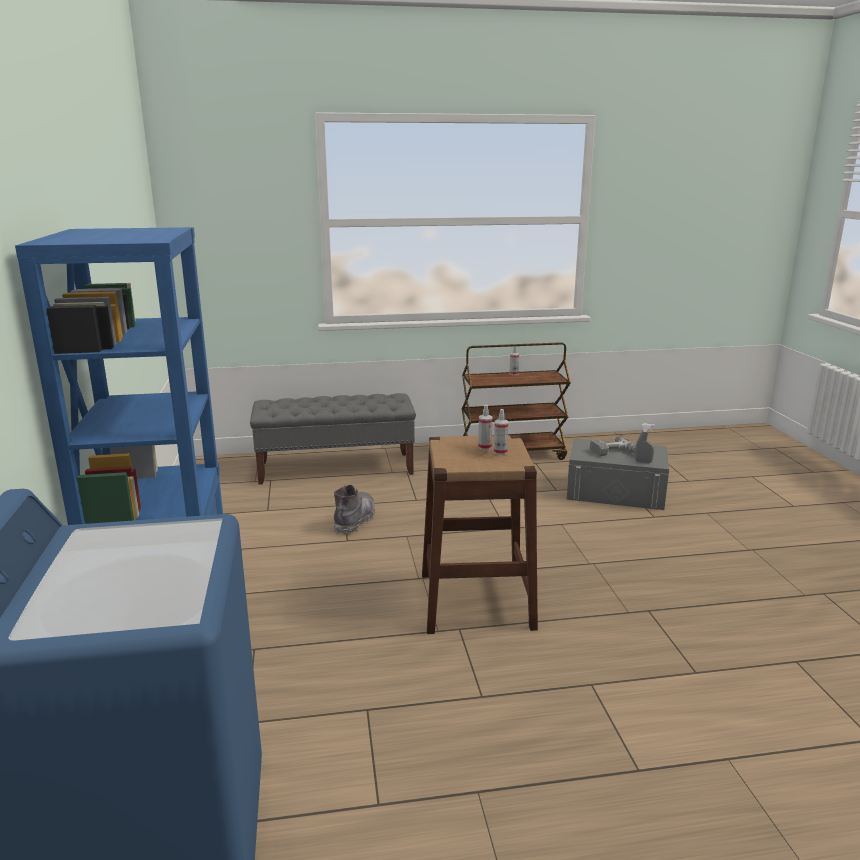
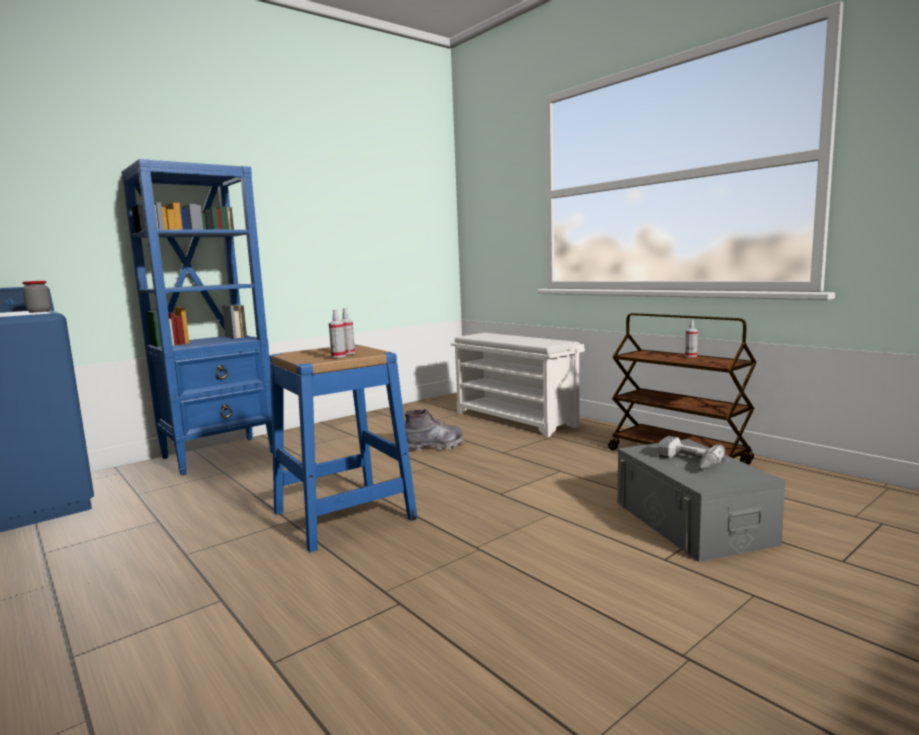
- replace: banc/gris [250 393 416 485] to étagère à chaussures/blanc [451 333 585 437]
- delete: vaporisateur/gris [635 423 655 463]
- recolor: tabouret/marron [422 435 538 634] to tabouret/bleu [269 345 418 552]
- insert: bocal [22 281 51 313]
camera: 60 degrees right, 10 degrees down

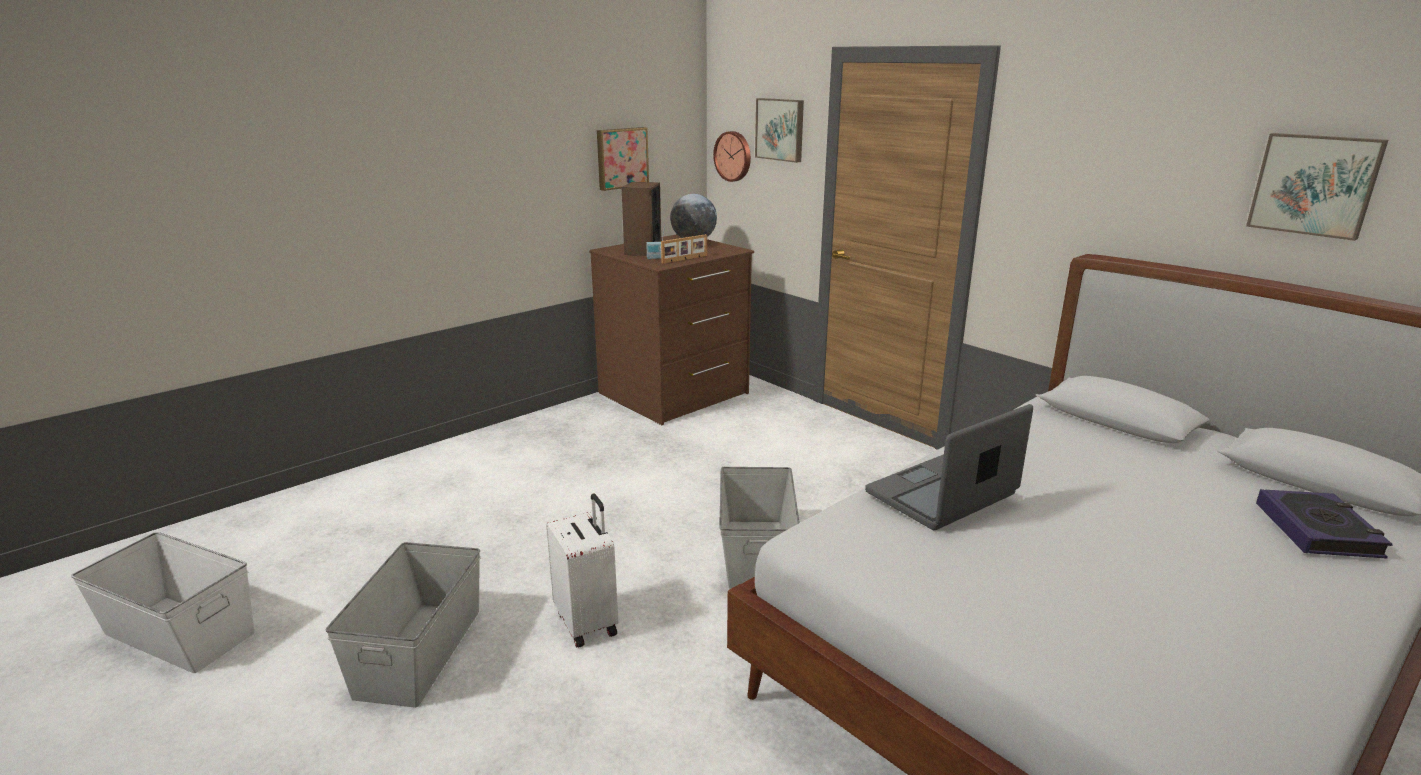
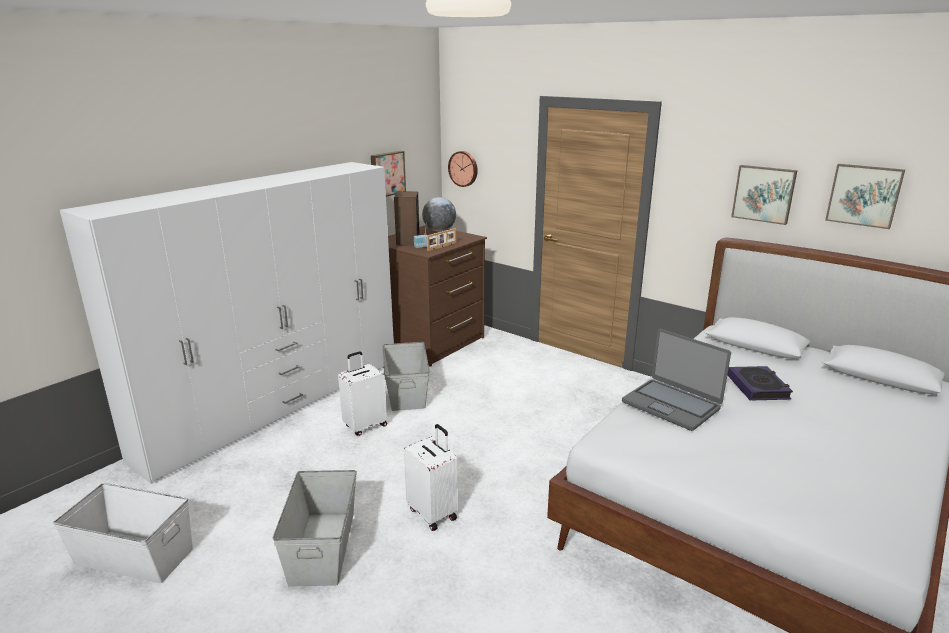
- move: tableau [755 98 804 163] to [731 165 797 225]
- rotate: ordinateur portable [865 404 1033 530] = [622 329 731 431] 90 degrees counterclockwise
- move: boîte de rangement/gris [719 467 800 589] to [383 342 430 411]
- move: livre [1256 489 1393 558] to [728 366 793 401]
- insert: armoire/blanc [60 162 394 484]
- insert: valise/blanc [338 351 387 436]
camera: 10 degrees left, 0 degrees up

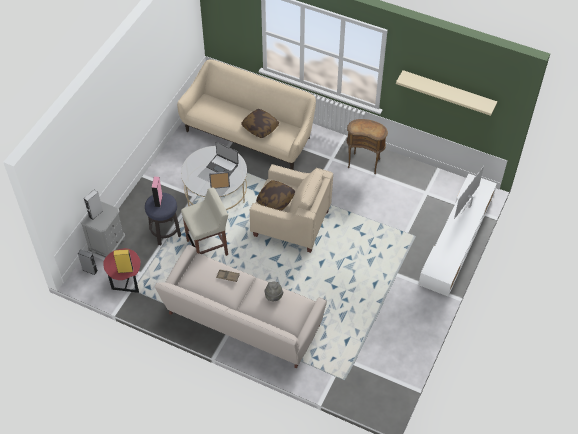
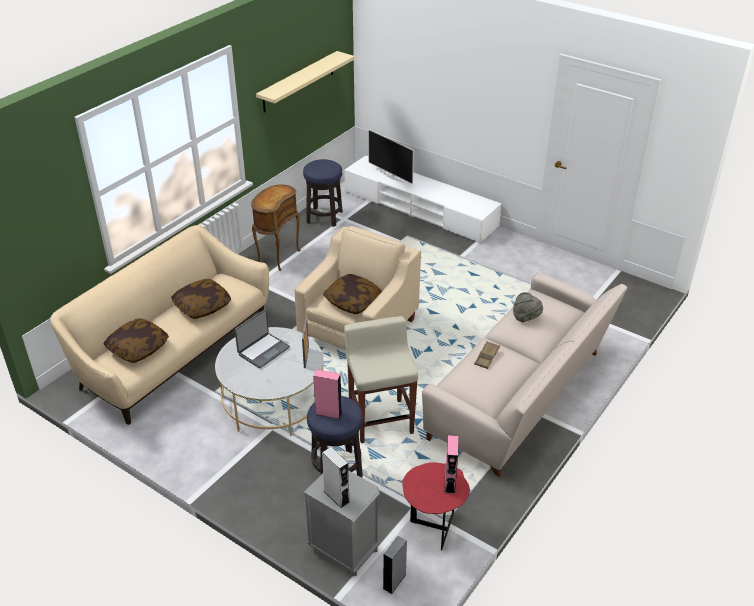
- recolor: enceinte/jaune [114 249 133 273] to enceinte/rose [444 435 458 494]
- insert: tabouret [303 159 343 227]
- insert: coussin [103 318 169 363]
camera: 80 degrees left, 15 degrees down

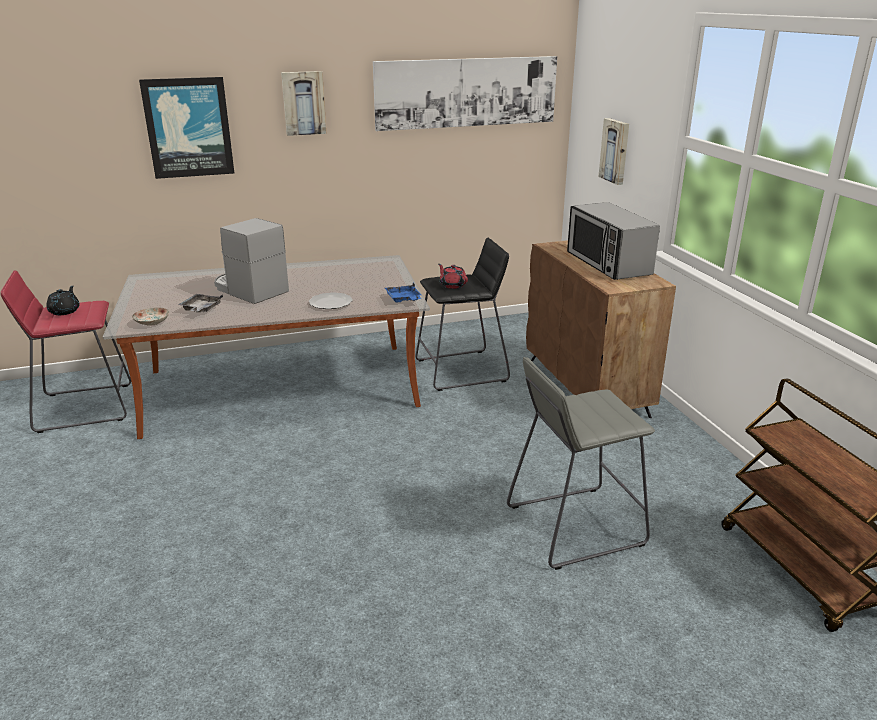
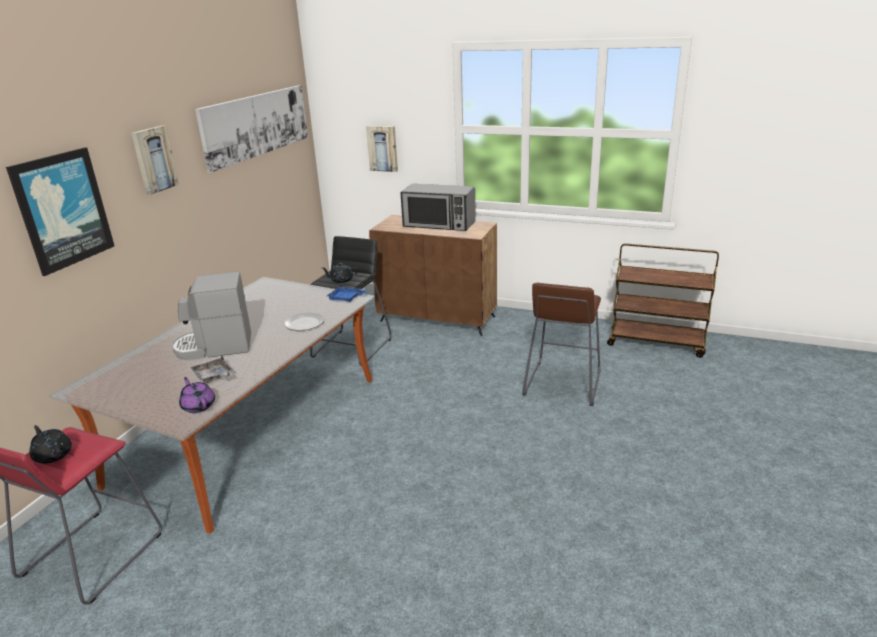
- recolor: théière/rouge [438 264 468 289] to théière/noir [322 263 358 283]
- replace: assiette [132 307 169 326] to théière/violet [179 377 215 413]
- recolor: tabouret/gris [507 357 655 570] to tabouret/marron [522 283 601 406]
camera: 50 degrees left, 0 degrees up

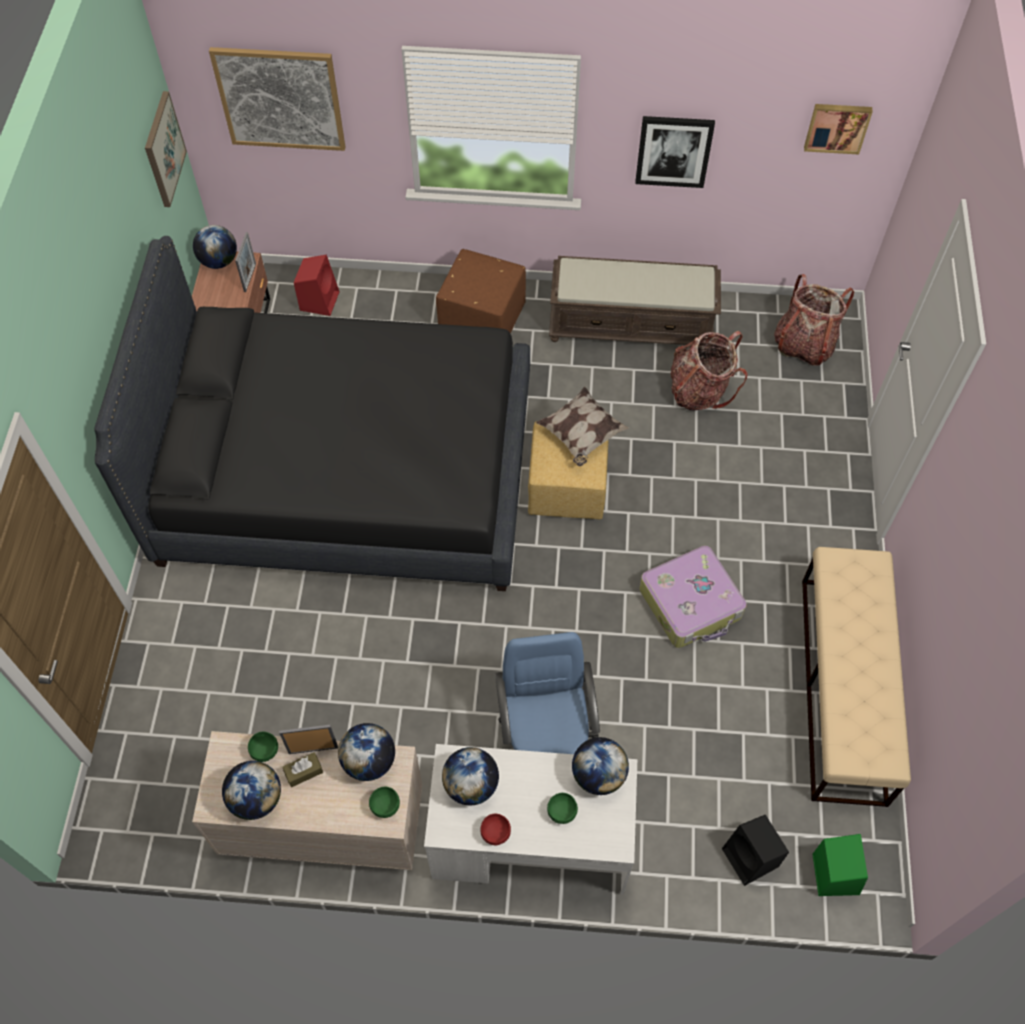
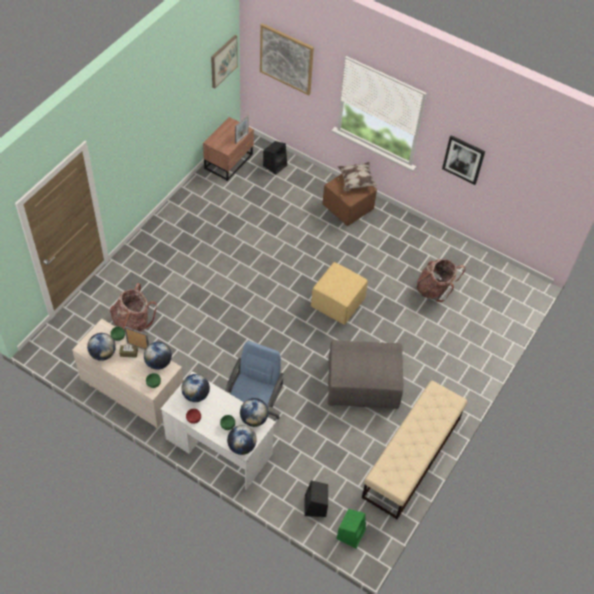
- delete: tableau [804 104 873 155]
- move: globe [193 225 237 269] to [227 425 257 455]
- delete: lit/noir [94 236 530 591]
- recolor: enceinte/rouge [294 255 339 316] to enceinte/noir [263 141 287 175]
- delete: banc/marron [549 256 721 345]
- move: sac à dos [774 274 854 366] to [110 283 157 332]
- move: coussin [536 387 629 466] to [337 162 377 191]
- replace: valise [639 546 747 648] to pouf/gris [328 340 403 409]
camera: 25 degrees right, 5 degrees down

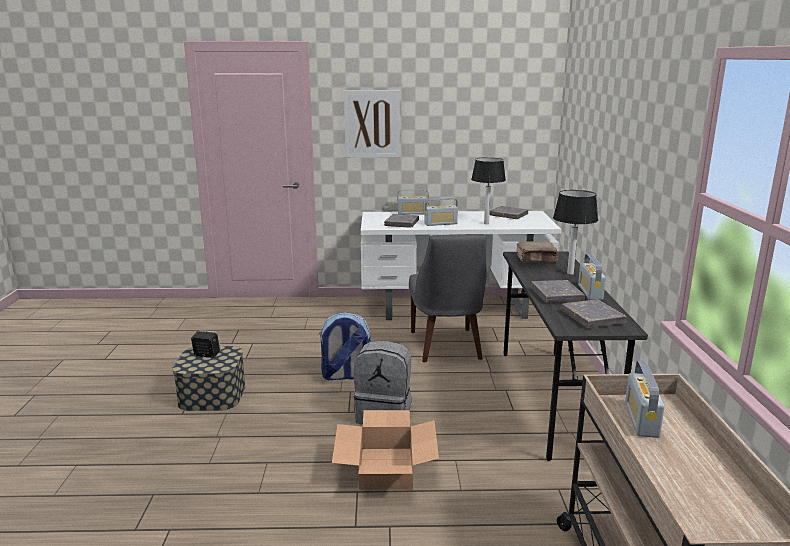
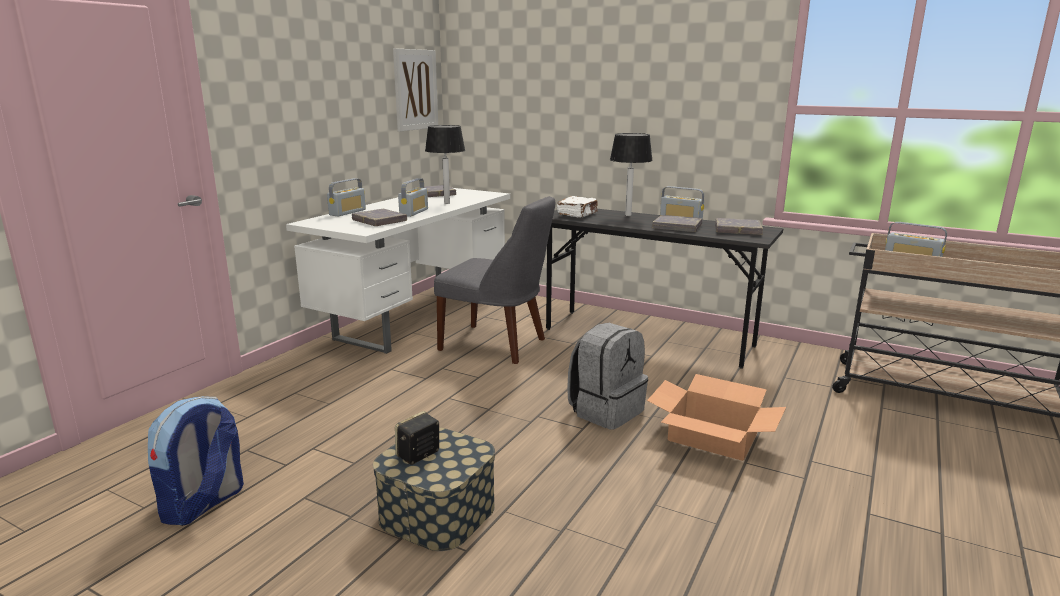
- move: tableau [344 90 400 158] to [393 48 438 132]
- recolor: livre/marron [516 241 559 263] to livre/blanc [557 196 598 218]
- move: sac à dos [319 312 371 380] to [148 396 244 526]
camera: 60 degrees left, 0 degrees up

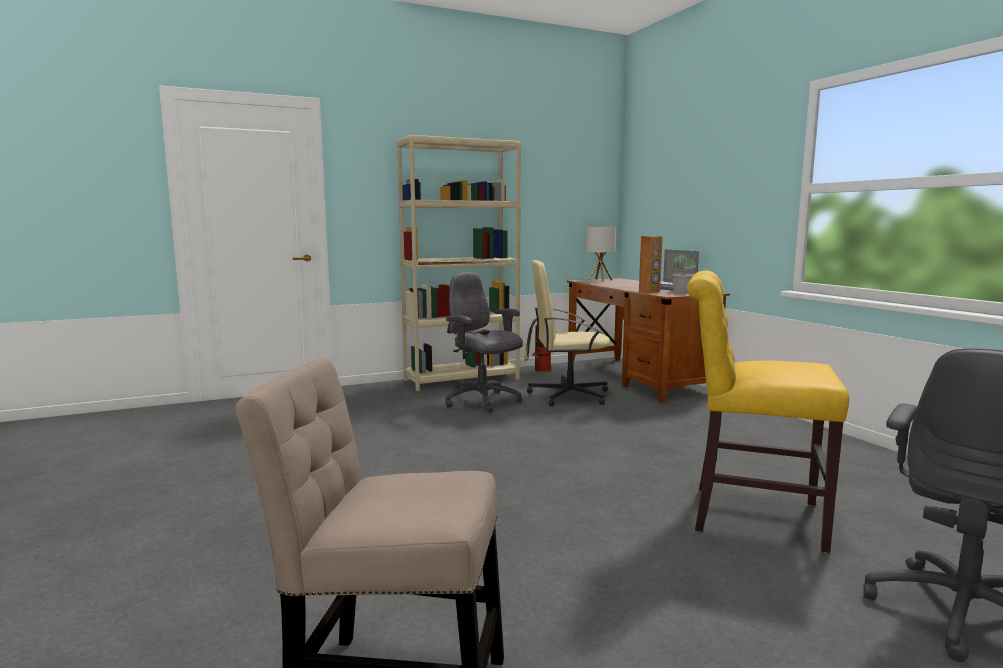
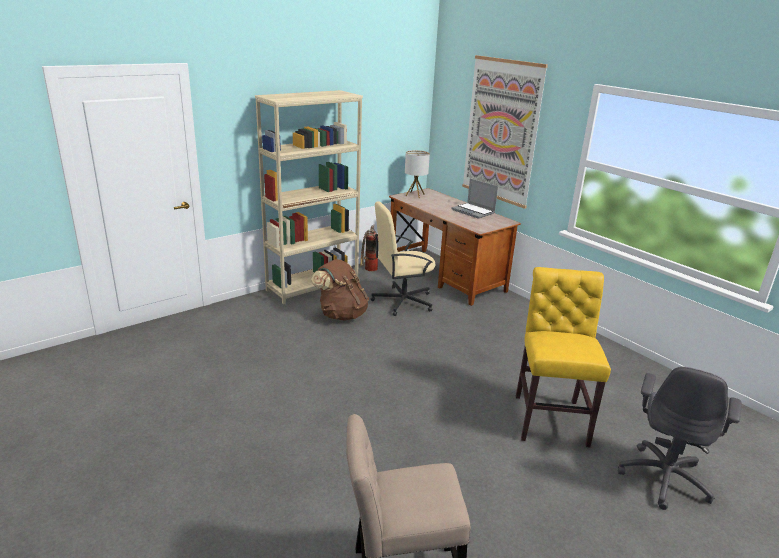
- delete: enceinte/marron [639 236 663 293]
- delete: plante en pot [672 251 696 293]
- rotate: chaise/jaune [687 270 849 553] = [516 267 611 448] 90 degrees clockwise
- replace: chaise de bureau/gris [445 272 523 413] to sac à dos/marron [311 259 369 321]
- insert: tableau [462 55 548 209]
camera: 15 degrees left, 15 degrees up

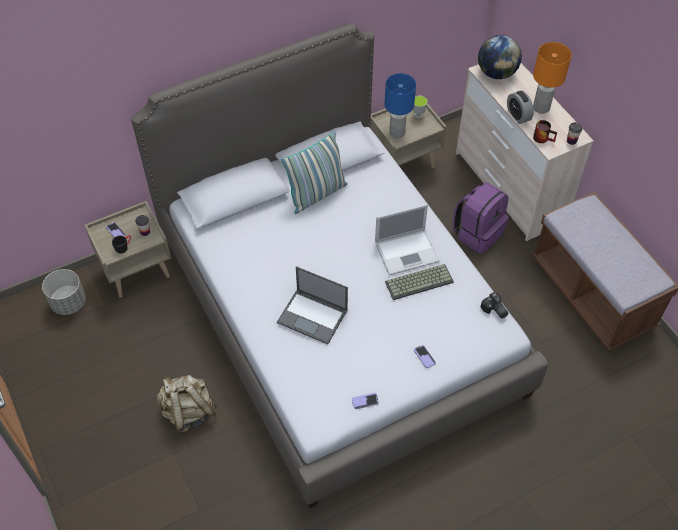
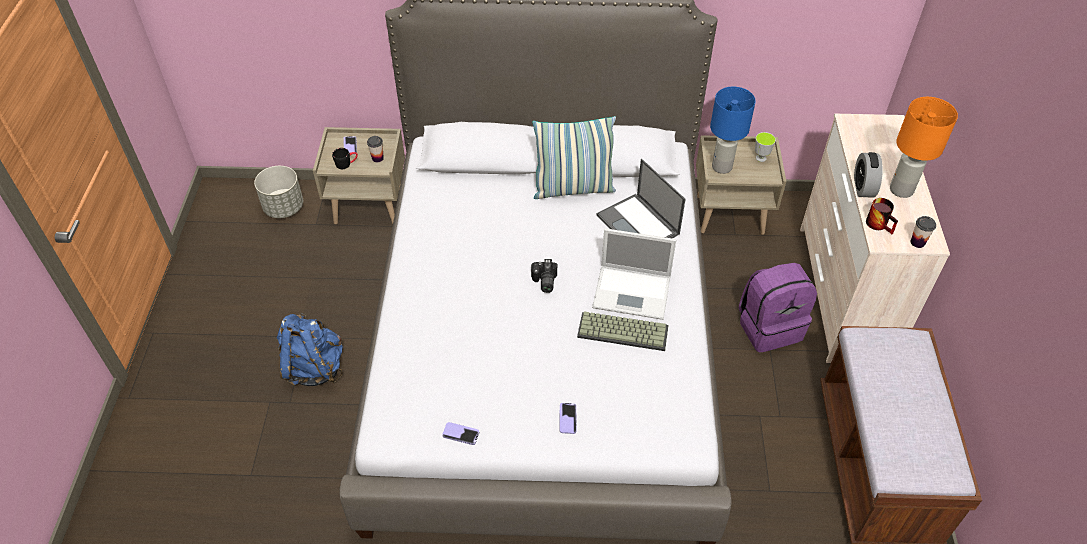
- delete: globe [478 35 522 79]
- move: ordinateur portable [277 266 348 345] to [597 159 685 239]
- move: appareil photo [481 292 508 318] to [531 259 557 293]
- recolor: sac à dos/beige [157 375 218 432] to sac à dos/bleu [277 313 343 386]
camera: 30 degrees right, 5 degrees down

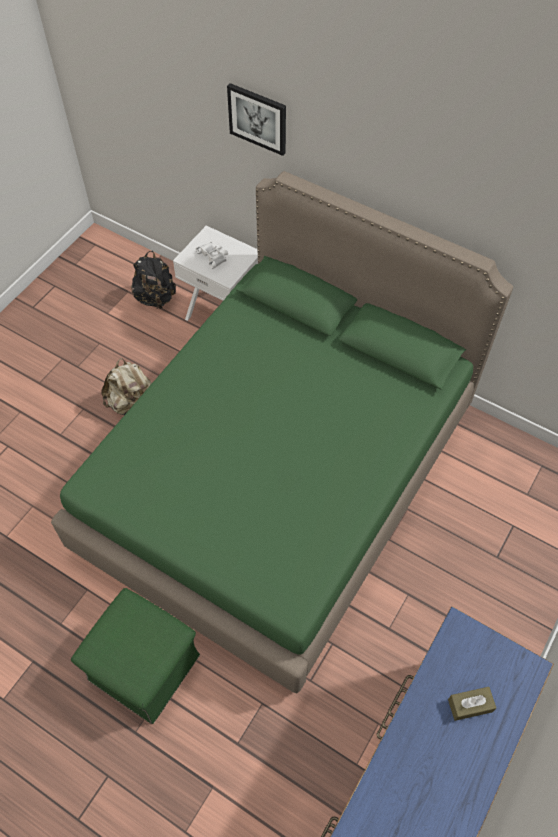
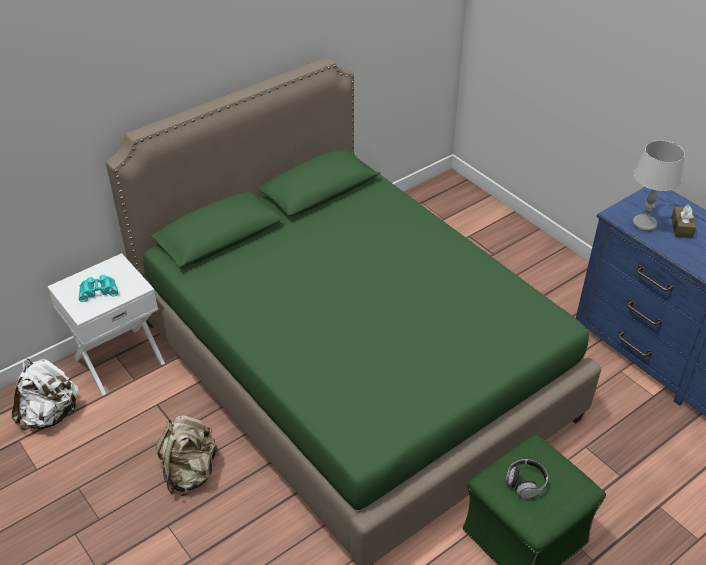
- delete: tableau [227 83 286 156]
- recolor: jumelles/blanc [196 242 228 269] to jumelles/turquoise [79 275 118 302]
- recolor: sac à dos/noir [131 251 176 309] to sac à dos/blanc [12 358 79 430]
- insert: lampe de table/gris [633 140 685 231]
- insert: casque audio [505 459 548 499]
camera: 70 degrees left, 15 degrees down

